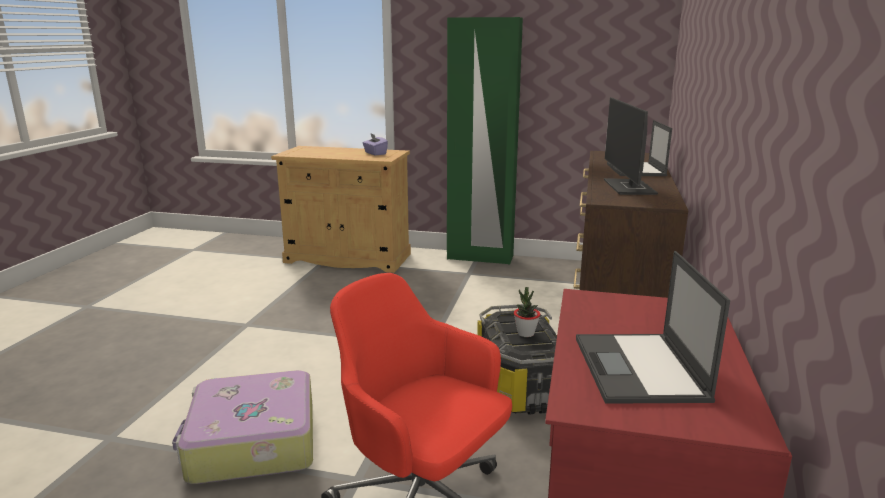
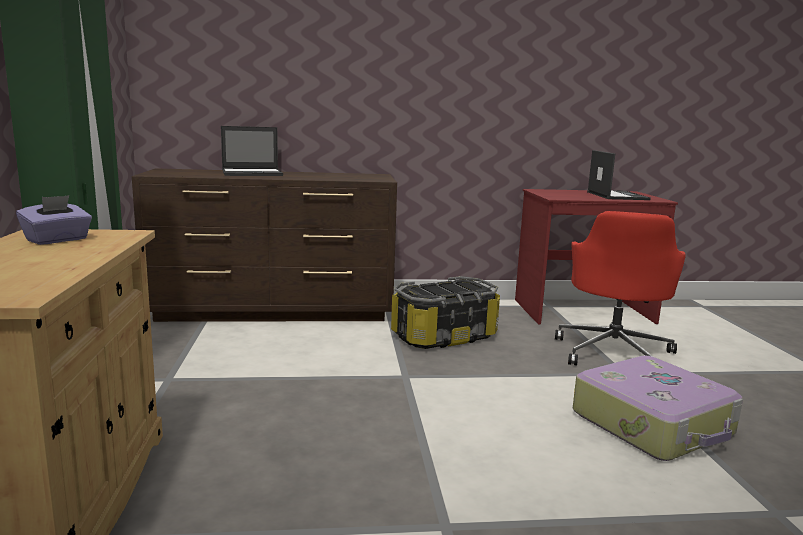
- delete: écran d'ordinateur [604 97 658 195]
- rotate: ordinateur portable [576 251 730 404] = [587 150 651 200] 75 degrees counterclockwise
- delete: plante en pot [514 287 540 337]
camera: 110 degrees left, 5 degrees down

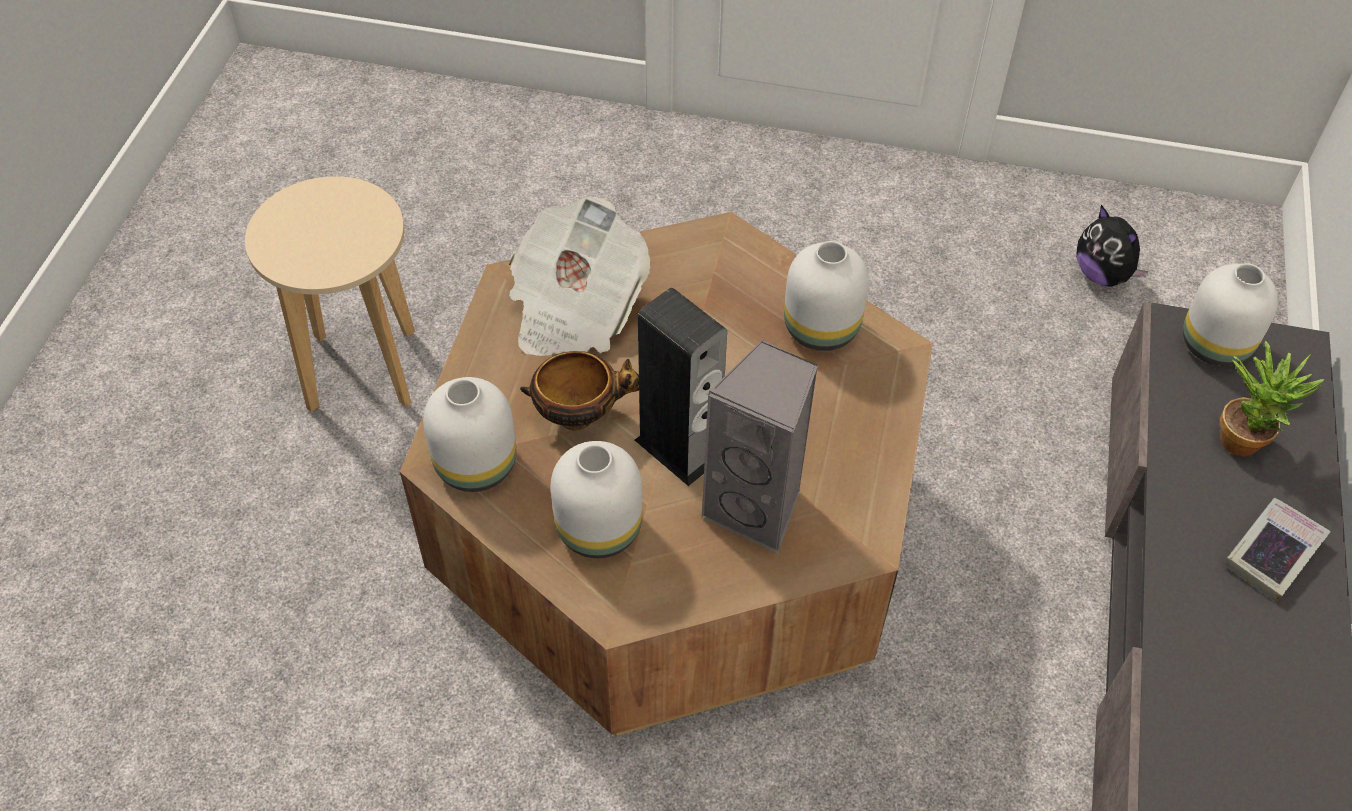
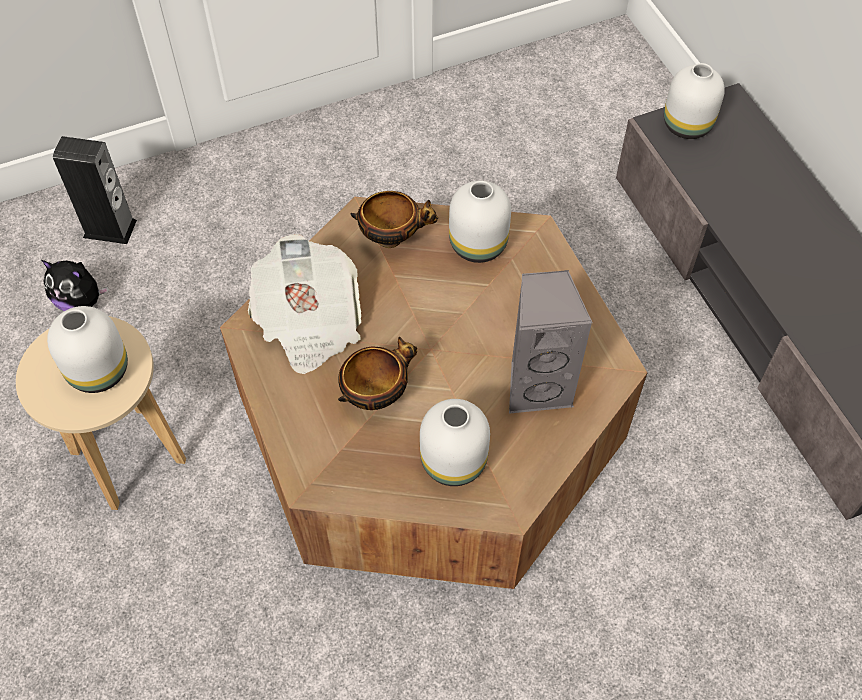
- move: peluche [1076 205 1149 287] to [41 260 109 311]
- move: enceinte [635 288 727 486] to [53 136 137 244]
- delete: plante en pot [1220 341 1325 456]
- move: vase/blanc [423 377 516 492] to [47 306 128 393]
- delete: livre [1223 498 1331 602]
- insert: bol [351 191 438 248]
camera: 35 degrees left, 5 degrees up

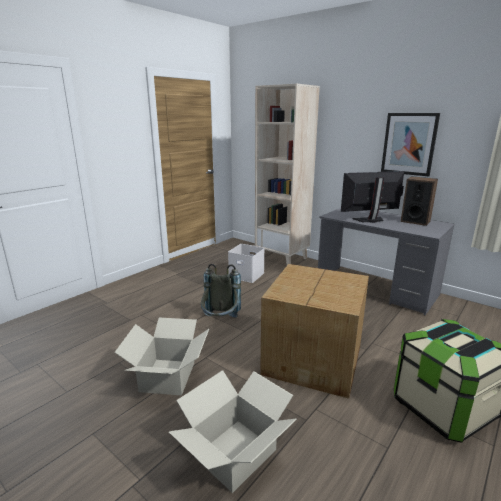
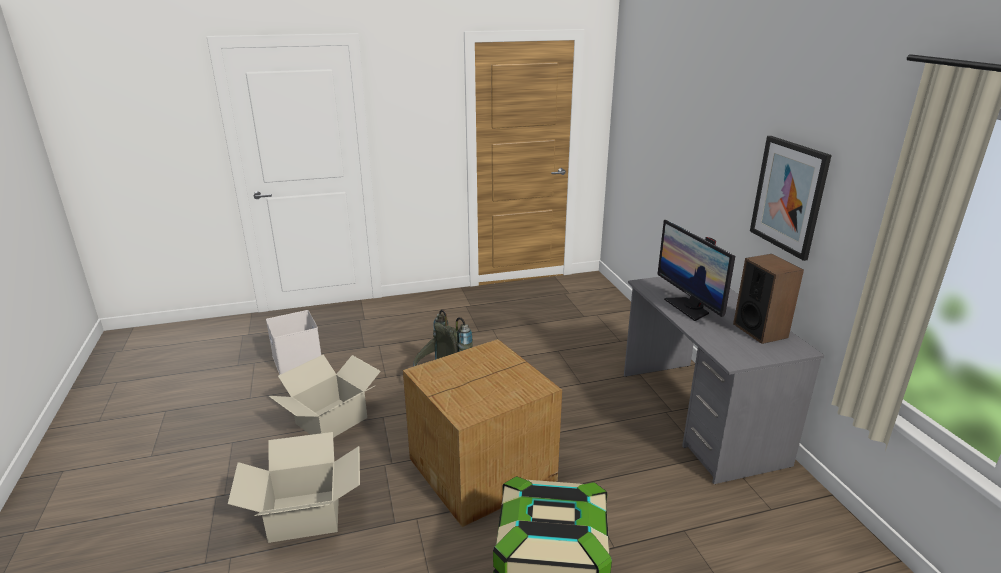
- delete: bibliothèque/beige [255 84 320 265]
- rotate: écran d'ordinateur [341 171 404 223] = [657 220 735 321] 135 degrees counterclockwise
- move: boîte de rangement/blanc [228 244 265 283] to [266 310 321 375]
camera: 35 degrees right, 5 degrees up

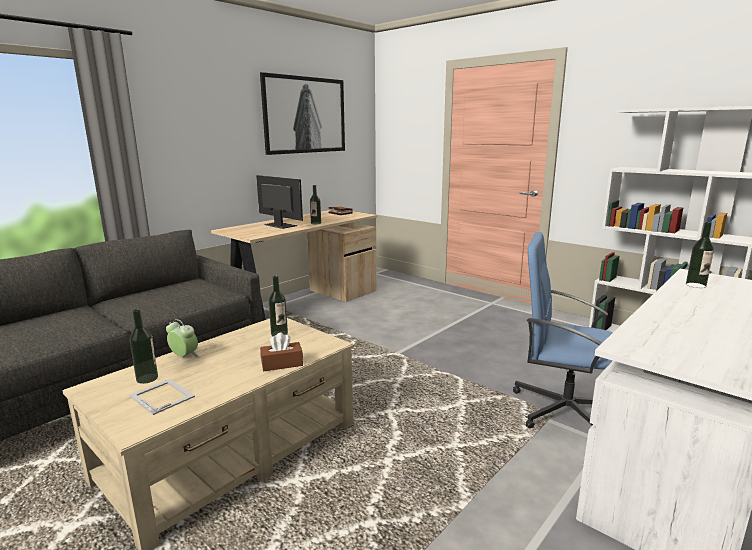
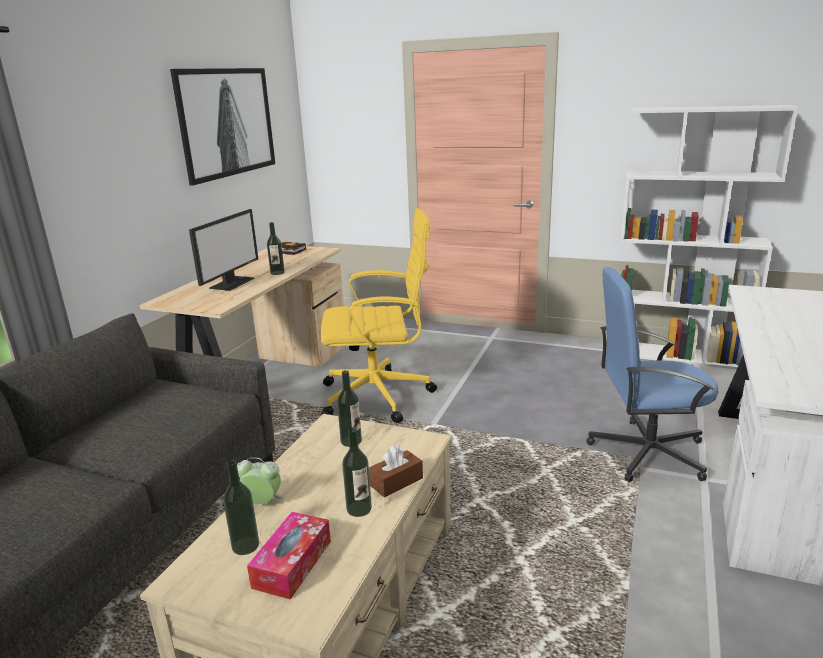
- rotate: écran d'ordinateur [256 175 303 229] = [189 209 258 291] 90 degrees clockwise
- move: bouteille [686 222 714 288] to [342 428 372 517]
- replace: cadre photo [129 379 195 415] to boîte à mouchoirs [247 512 331 600]
- insert: chaise de bureau/jaune [321 208 437 423]
camera: 20 degrees left, 5 degrees up

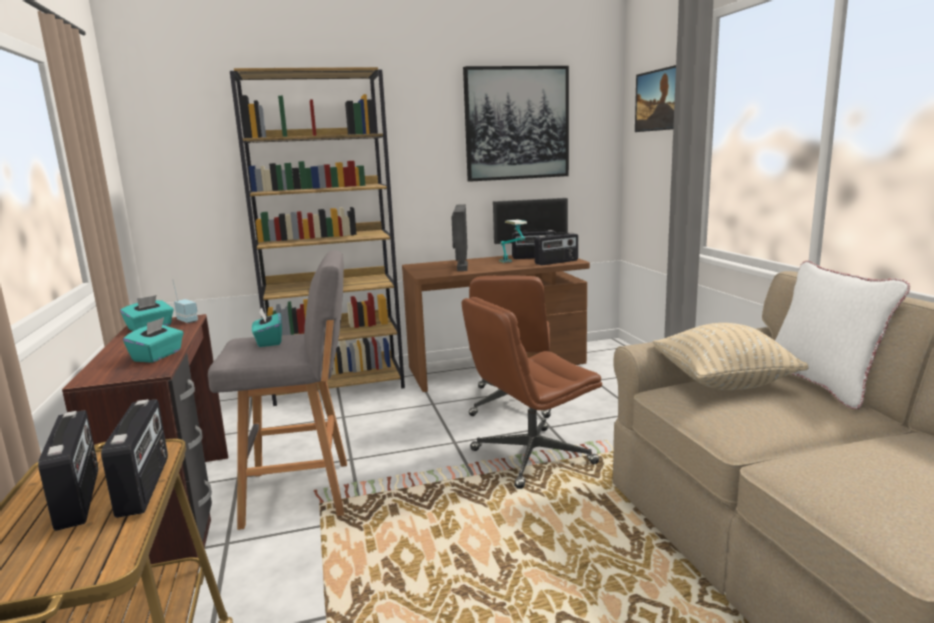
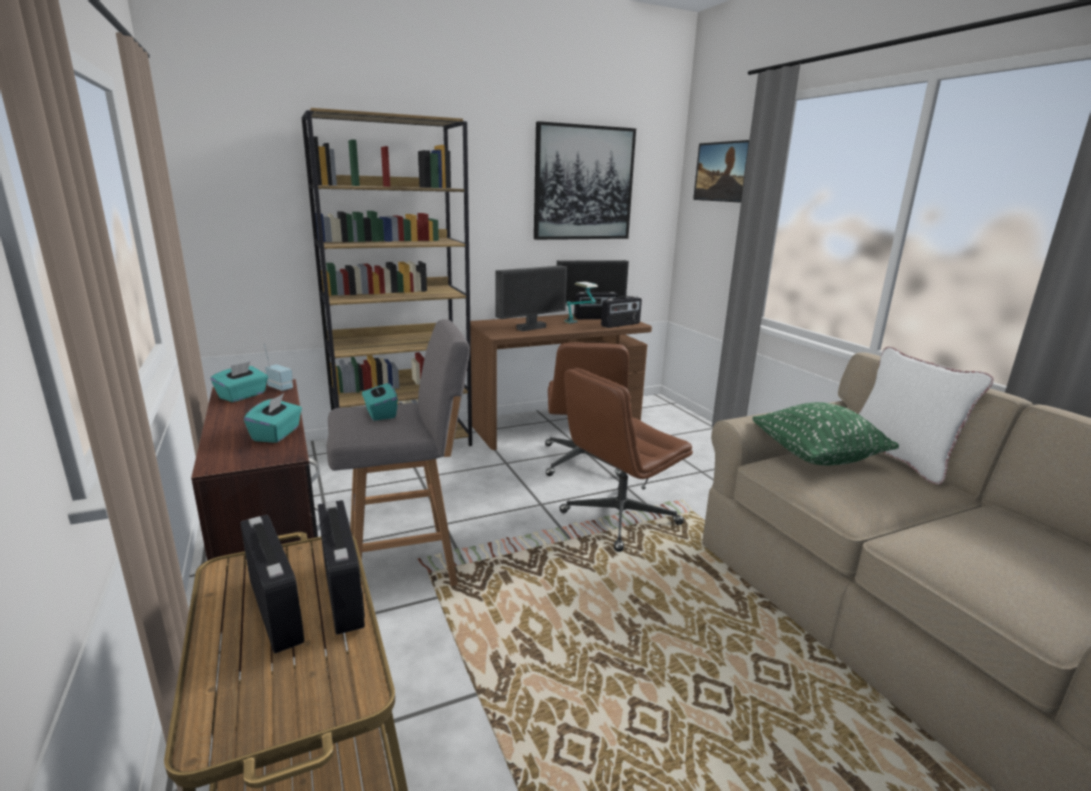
- rotate: écran d'ordinateur [452 204 468 271] = [496 265 567 331] 60 degrees clockwise
- recolor: coussin/beige [653 323 809 390] to coussin/vert [752 402 899 465]
camera: 10 degrees left, 5 degrees up

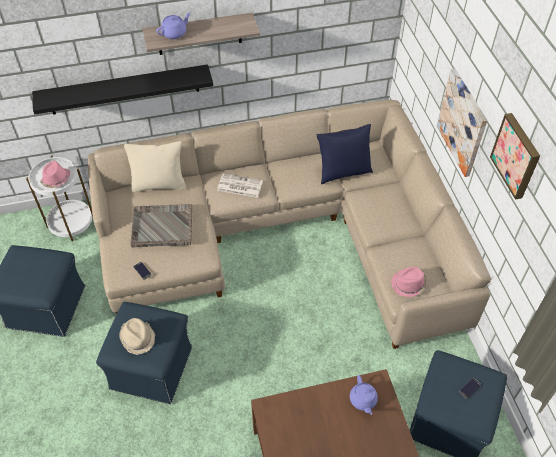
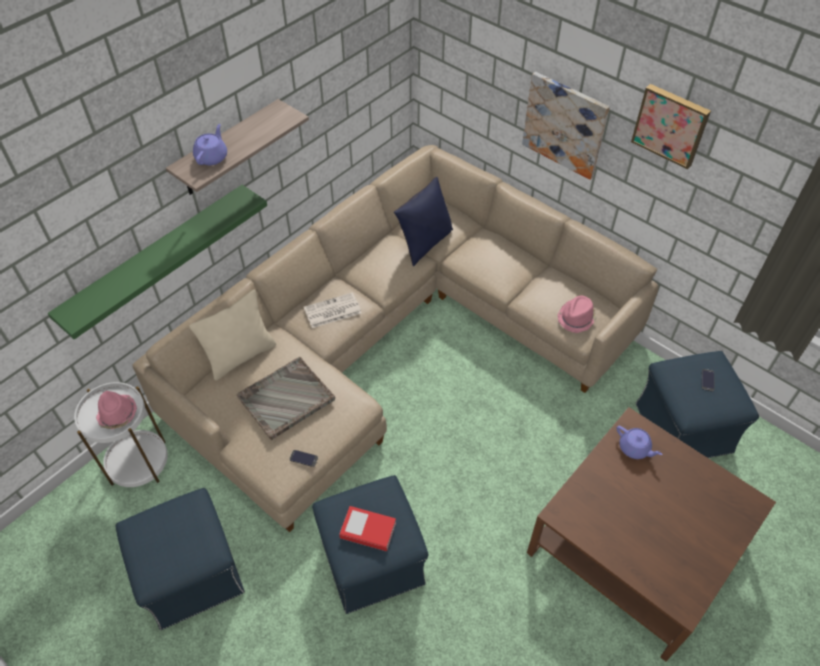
- recolor: étagère/noir [32 64 213 115] to étagère/vert [48 185 267 339]
- replace: chapeau/beige [119 318 155 355] to livre [339 506 396 552]
camera: 35 degrees left, 0 degrees up

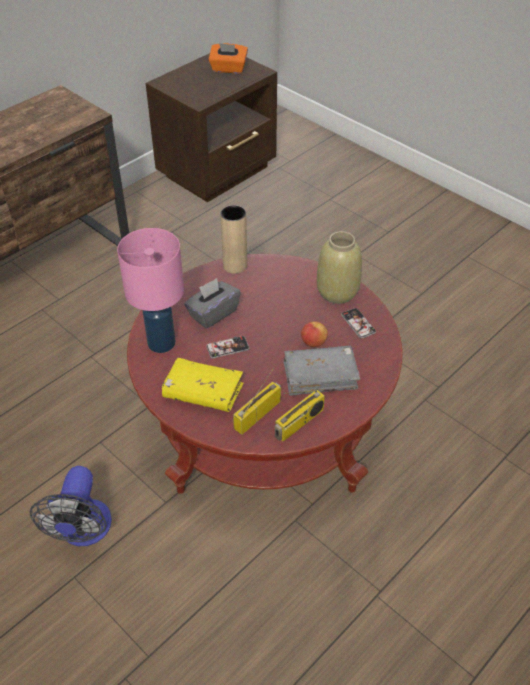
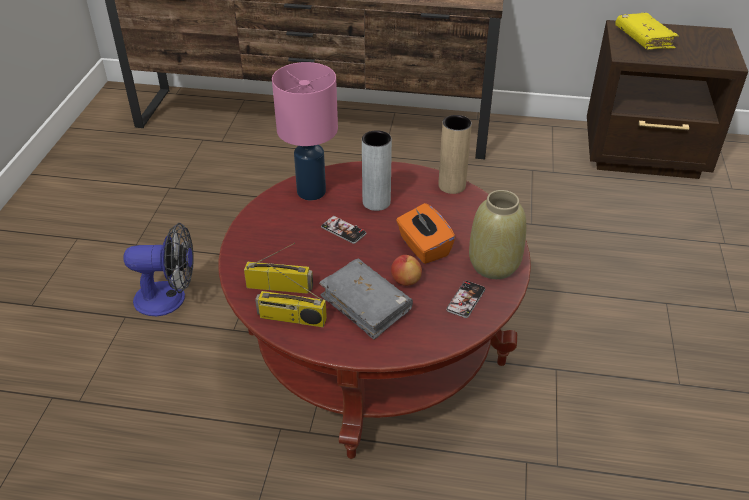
- move: boîte à mouchoirs/orange [209 43 248 74] to [396 203 456 264]
- replace: boîte à mouchoirs/gris [184 278 241 329] to vase/gris [362 130 392 211]
- move: livre/jaune [162 358 243 412] to [615 13 679 49]
- rotate: ventilateur [30 466 112 546] = [124 223 194 317] 150 degrees counterclockwise
camera: 55 degrees right, 5 degrees down

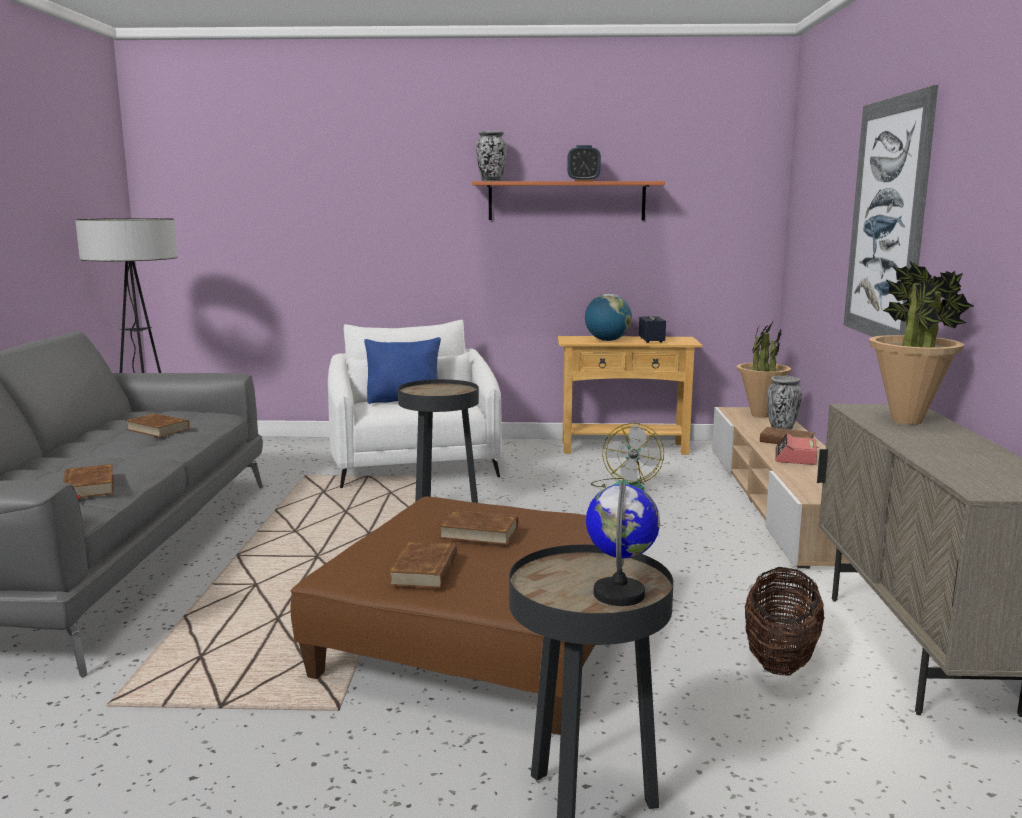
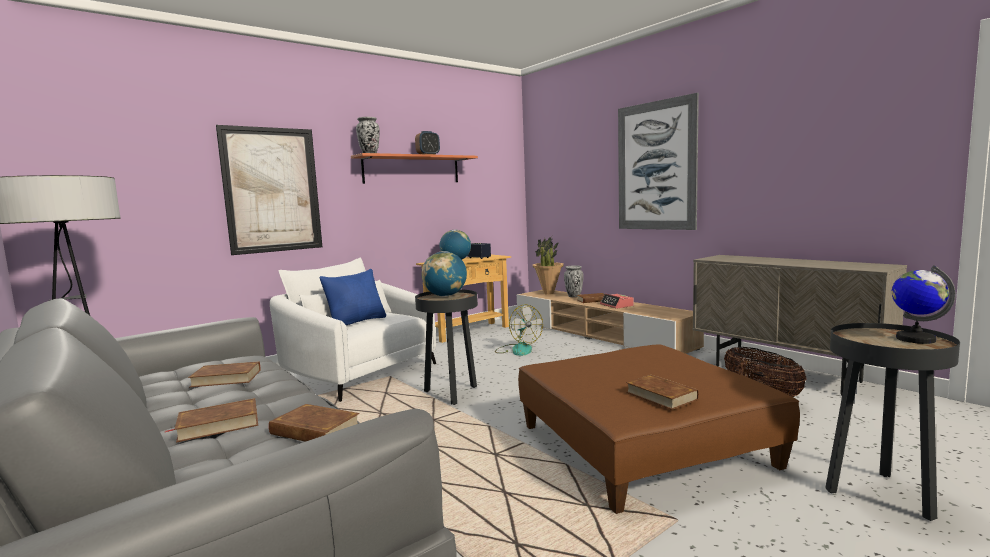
- delete: plante en pot [869 260 974 425]
- move: livre/marron [438 510 518 545] to [165 398 258 442]
- insert: tableau [216 125 322 255]
- insert: globe [422 251 467 297]
camera: 40 degrees left, 5 degrees down

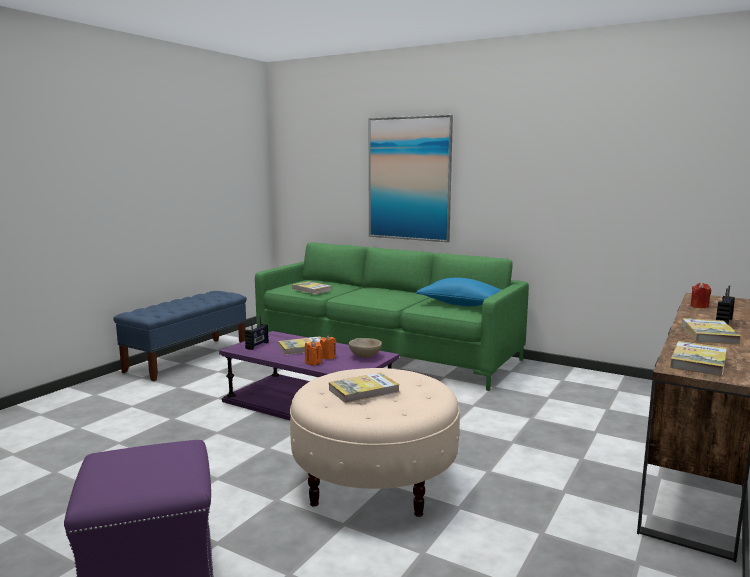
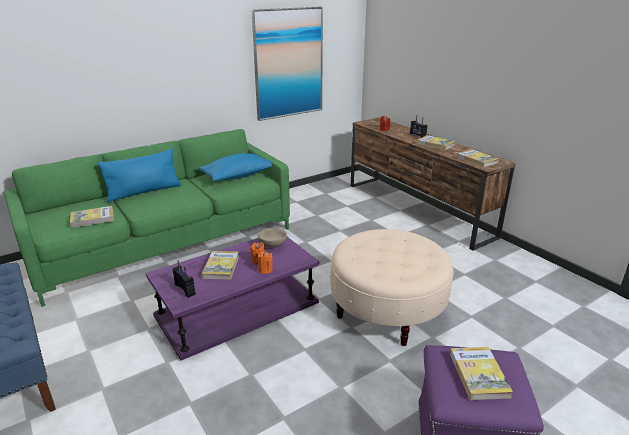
- move: tableau [368 115 453 242] to [251 7 323 121]
- move: livre [329 373 400 403] to [450 347 513 400]
- insert: coussin/bleu [98 149 181 202]
camera: 65 degrees left, 15 degrees up

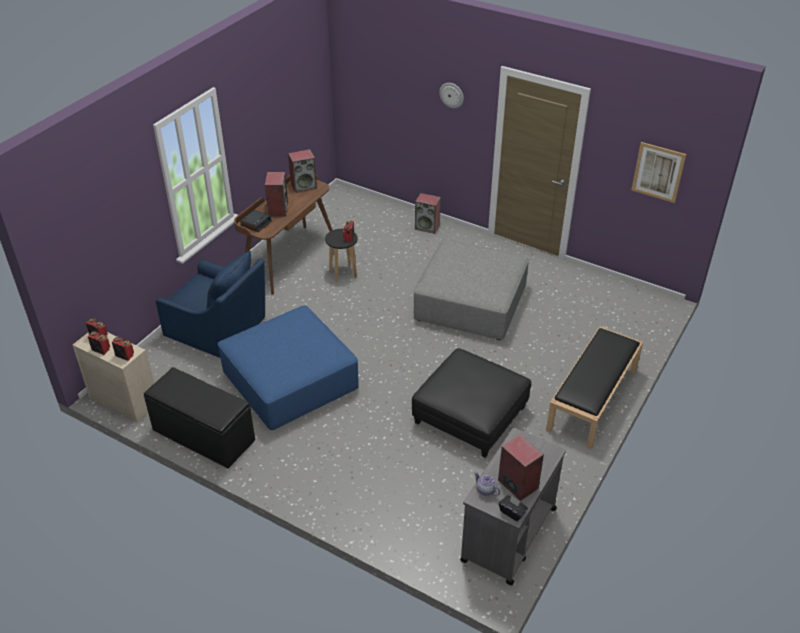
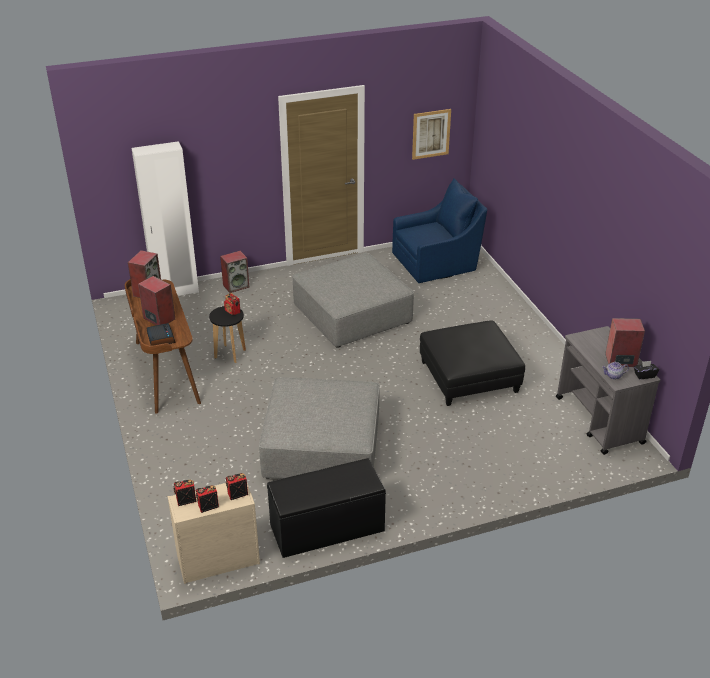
- delete: horloge murale [439 83 464 108]
- move: fauteuil/bleu [156 251 265 358] to [392 178 487 283]
- recolor: pouf/bleu [218 305 359 430] to pouf/gris [259 377 380 479]
- delete: banc/noir [546 326 643 449]
- insert: armoire/blanc [132 141 199 296]
camera: 50 degrees left, 5 degrees down

